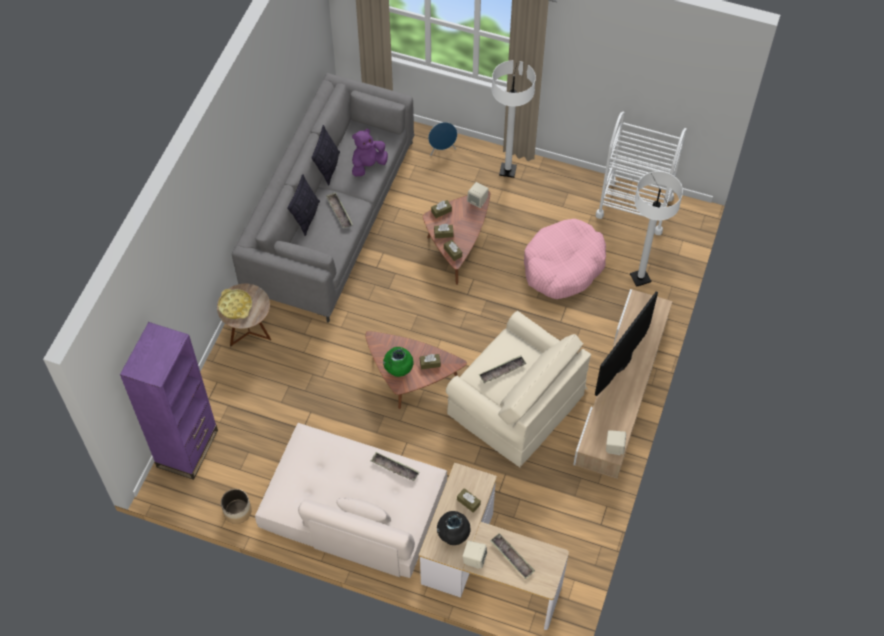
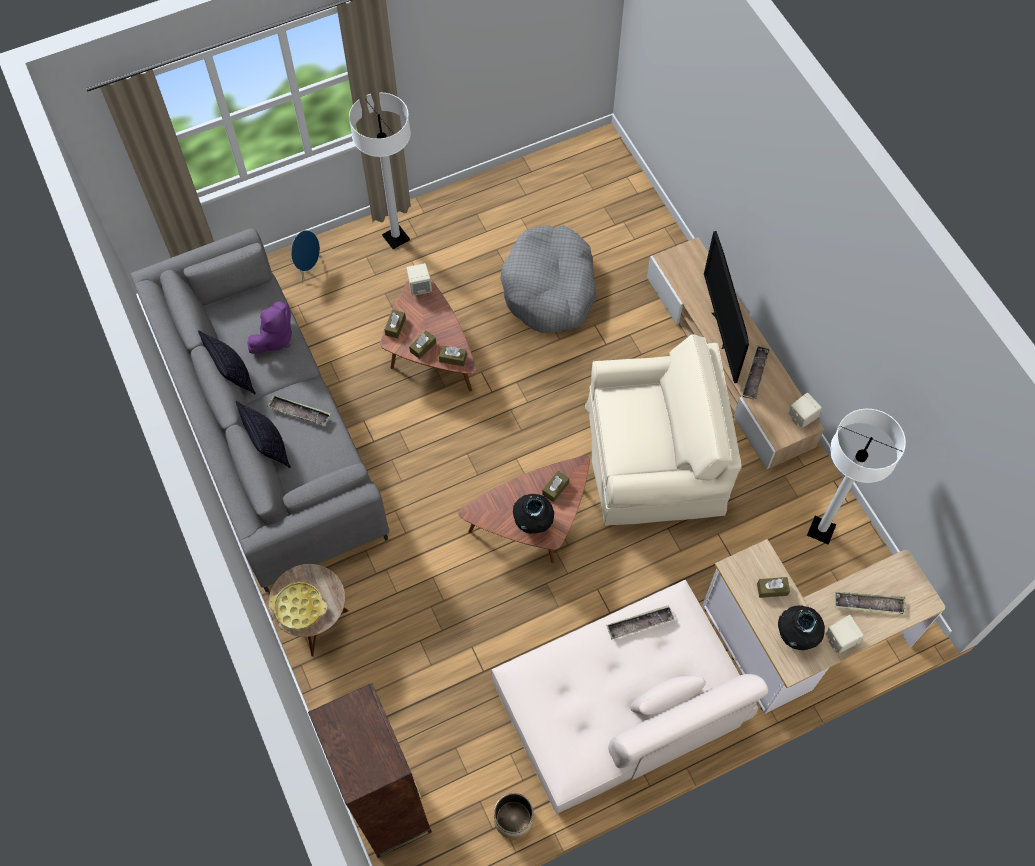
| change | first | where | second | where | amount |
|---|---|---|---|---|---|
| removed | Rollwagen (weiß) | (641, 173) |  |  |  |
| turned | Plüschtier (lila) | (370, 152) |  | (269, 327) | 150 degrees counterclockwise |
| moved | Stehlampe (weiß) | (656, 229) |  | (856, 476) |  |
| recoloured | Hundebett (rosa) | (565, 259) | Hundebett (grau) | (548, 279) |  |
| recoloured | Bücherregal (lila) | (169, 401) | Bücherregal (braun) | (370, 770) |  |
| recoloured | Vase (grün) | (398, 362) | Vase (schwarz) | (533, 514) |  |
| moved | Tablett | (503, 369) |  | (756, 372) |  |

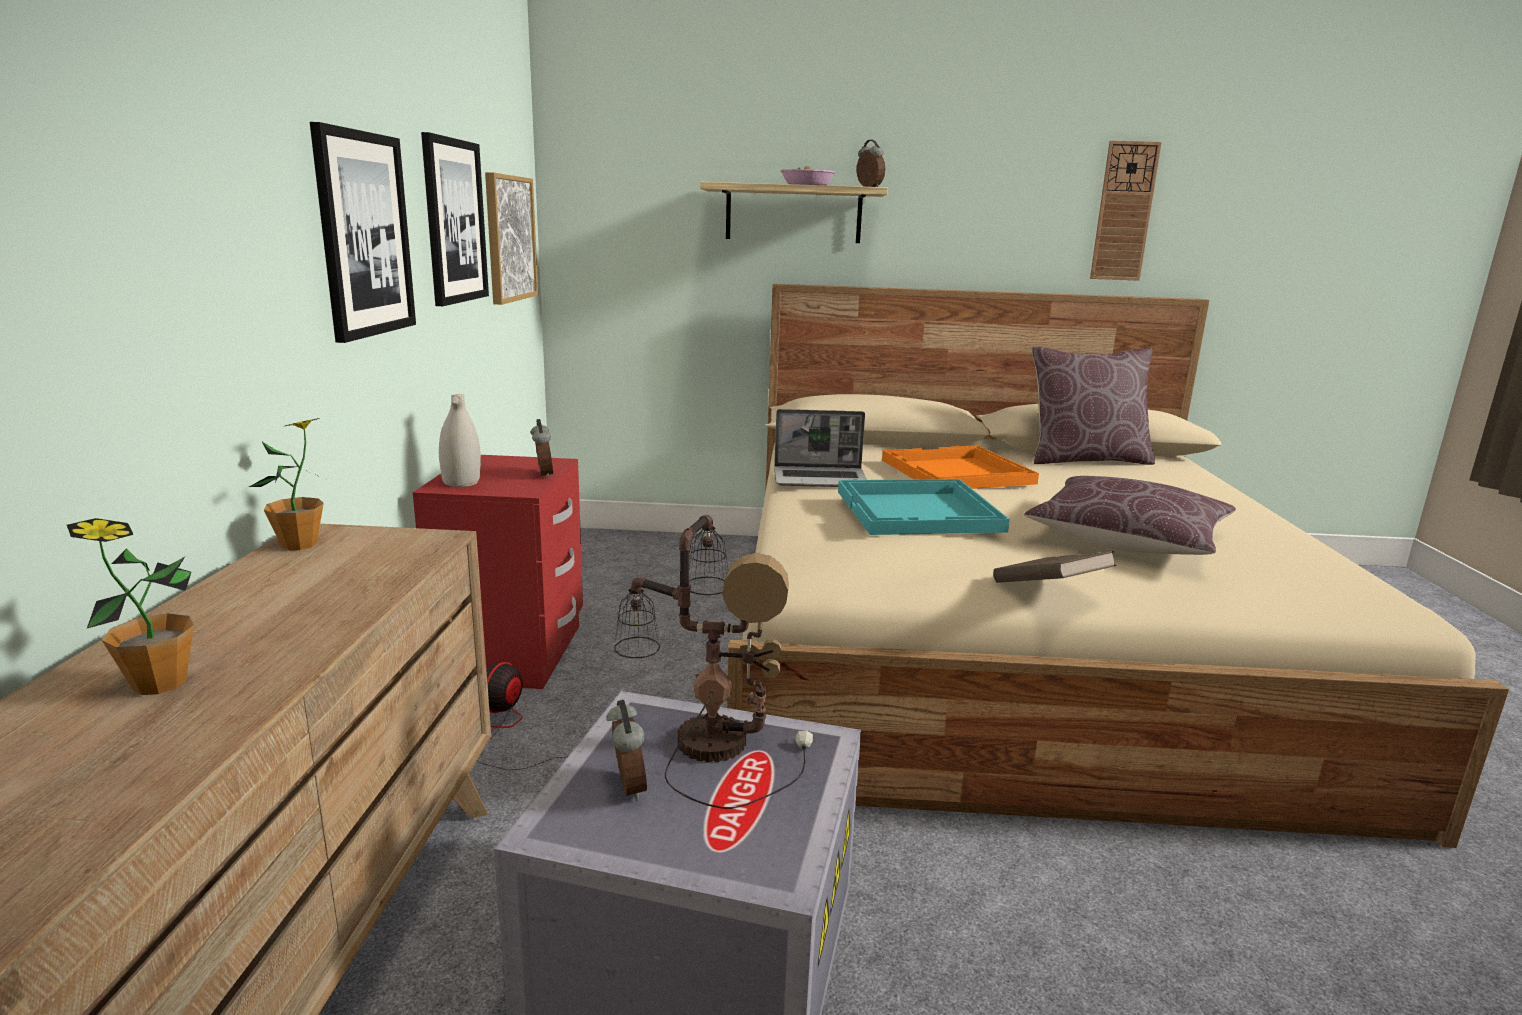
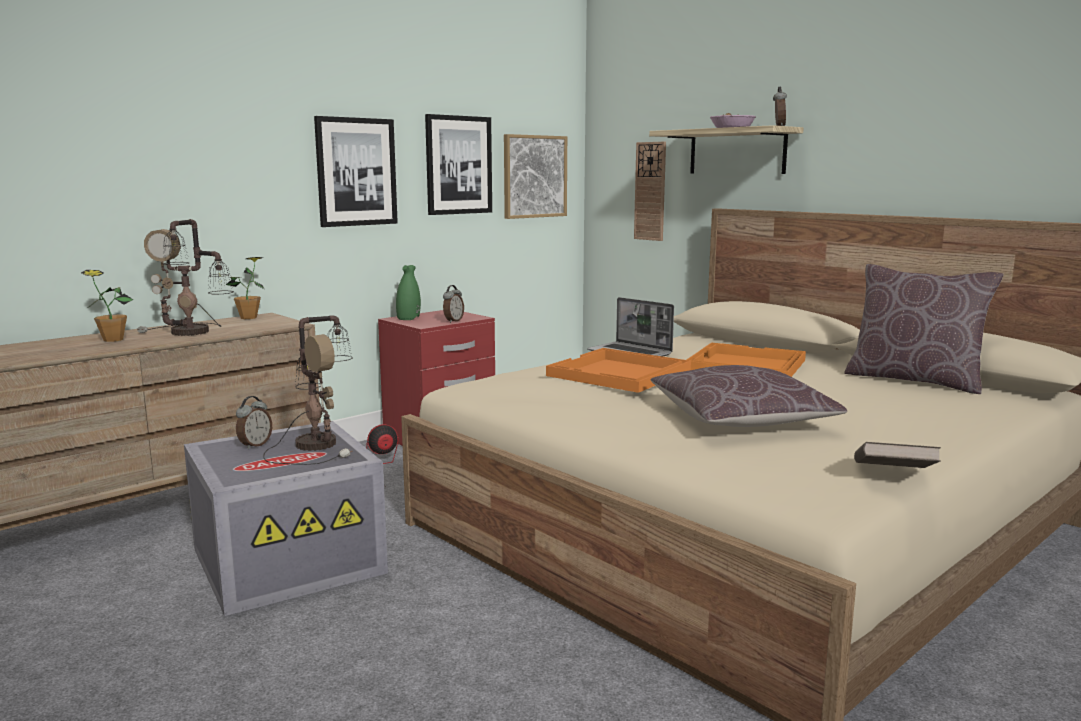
| change | first | where | second | where | amount |
|---|---|---|---|---|---|
| moved | Wanduhr | (1126, 211) |  | (650, 191) |  |
| recoloured | Vase (weiß) | (460, 440) | Vase (grün) | (408, 292) |  |
| recoloured | Tablett (türkis) | (924, 507) | Tablett (orange) | (618, 370) |  |
| moved | Buch (braun) | (1055, 567) |  | (897, 455) |  |
| added |  |  | Tischlampe | (185, 277) |  |

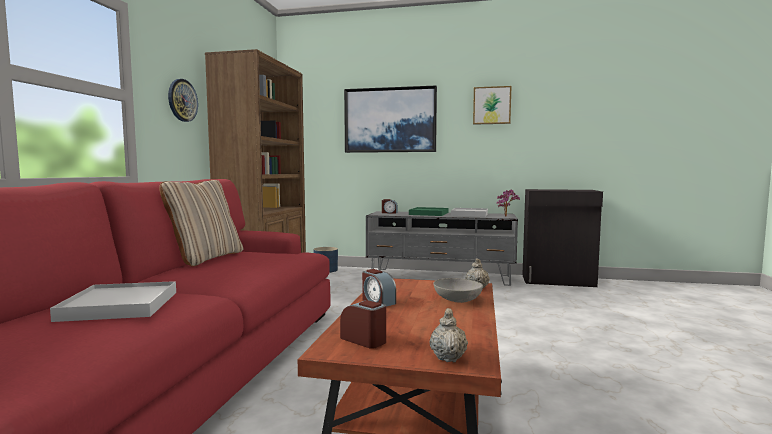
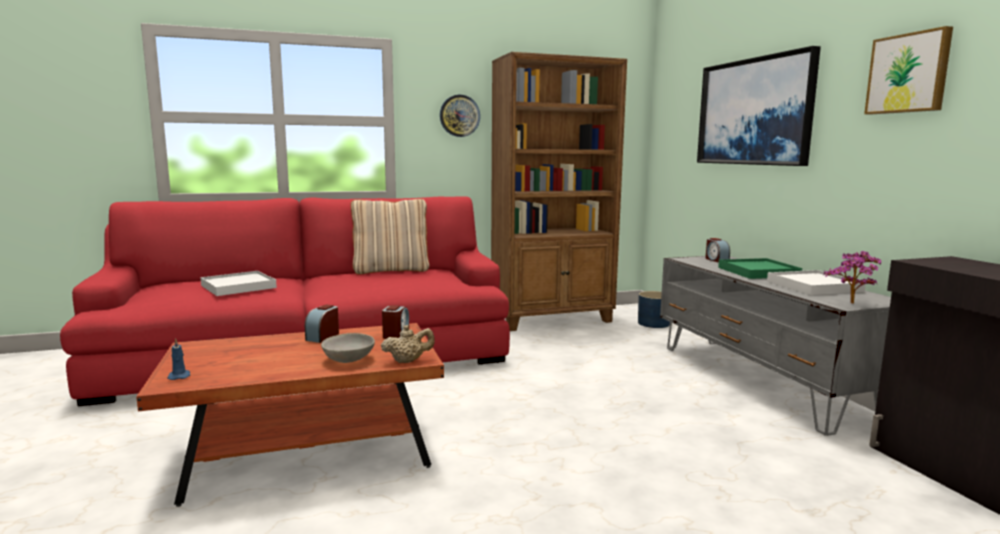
| change | first | where | second | where | amount |
|---|---|---|---|---|---|
| moved | Wecker | (363, 324) |  | (395, 322) |  |
| replaced | Teekanne (beige) | (449, 335) | Kerze (blau) | (178, 359) |  |

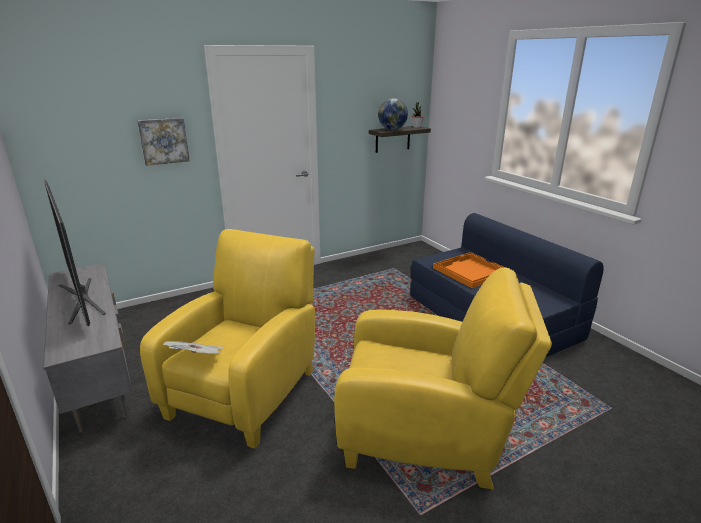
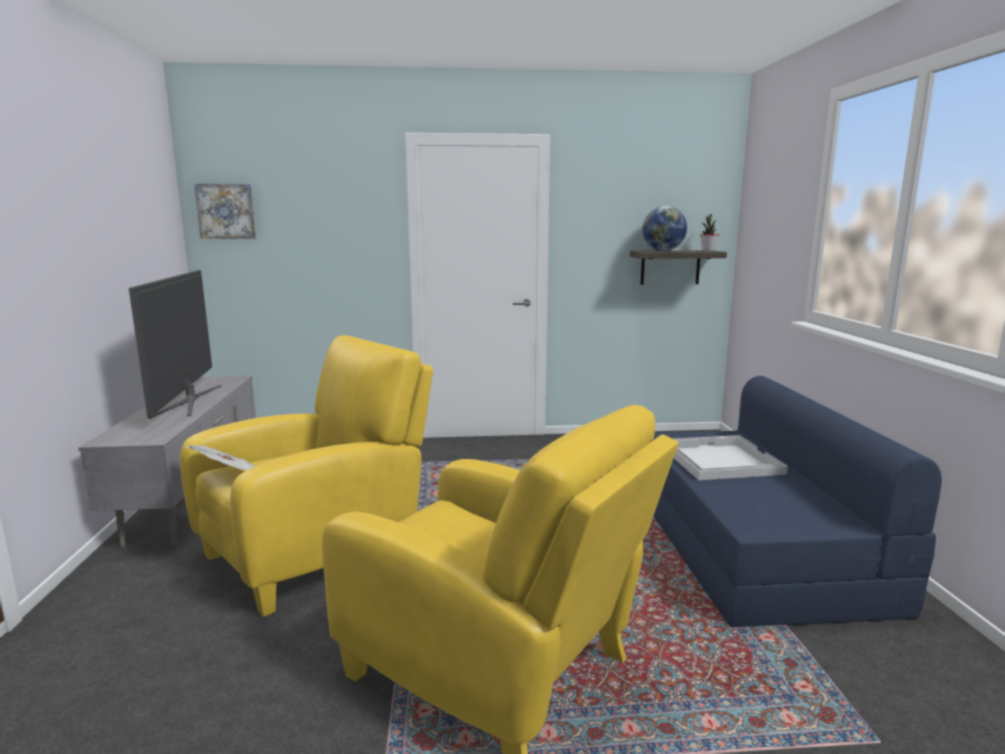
| change | first | where | second | where | amount |
|---|---|---|---|---|---|
| moved | Bild | (163, 142) |  | (225, 211) |  |
| recoloured | Tablett (orange) | (469, 270) | Tablett (weiß) | (731, 457) |  |

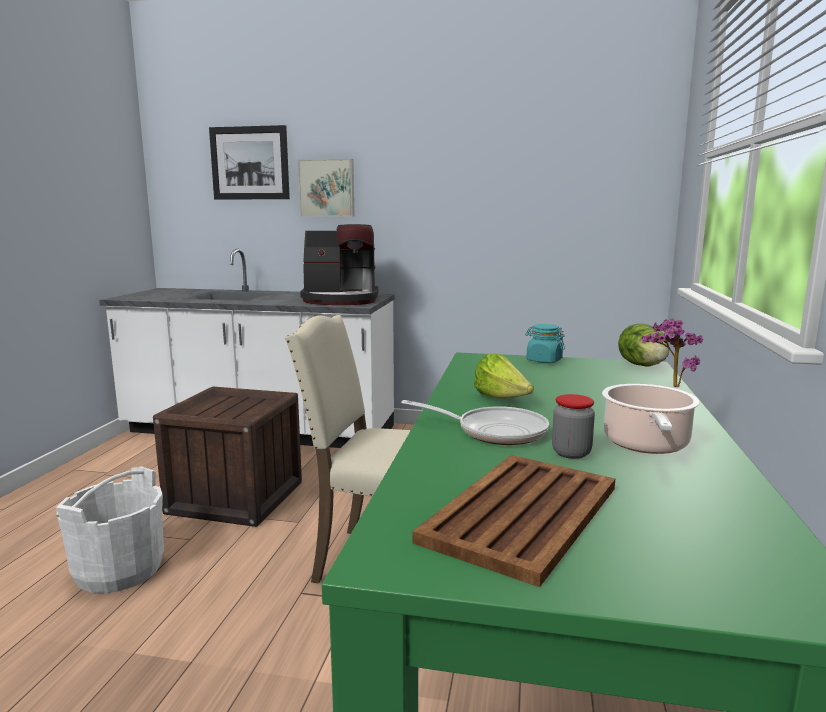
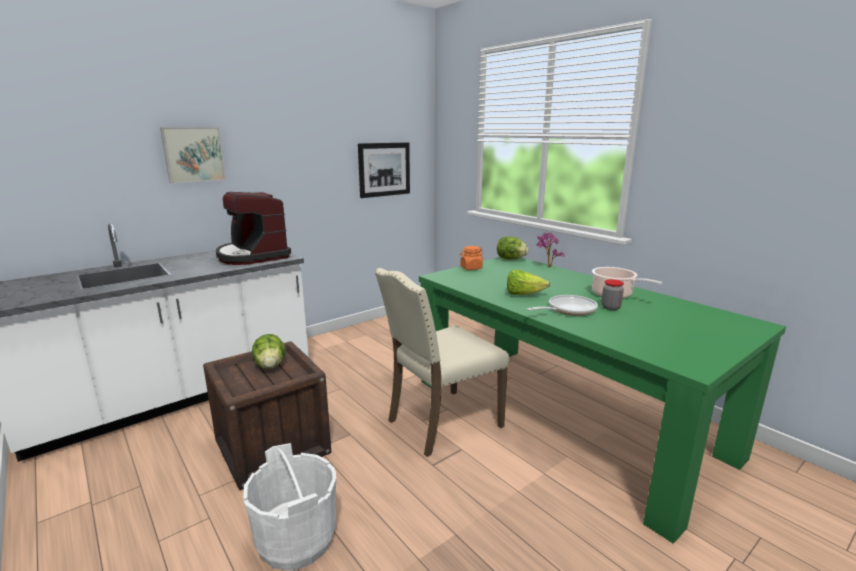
| change | first | where | second | where | amount |
|---|---|---|---|---|---|
| moved | Bild | (249, 162) |  | (384, 170) |  |
| turned | Kaffeemaschine | (339, 264) |  | (253, 228) | 105 degrees clockwise |
| recoloured | Vorratsglas (türkis) | (545, 343) | Vorratsglas (orange) | (471, 258) |  |
| removed | Tablett (braun) | (513, 521) |  |  |  |
| added |  |  | Salatkopf | (268, 351) |  |

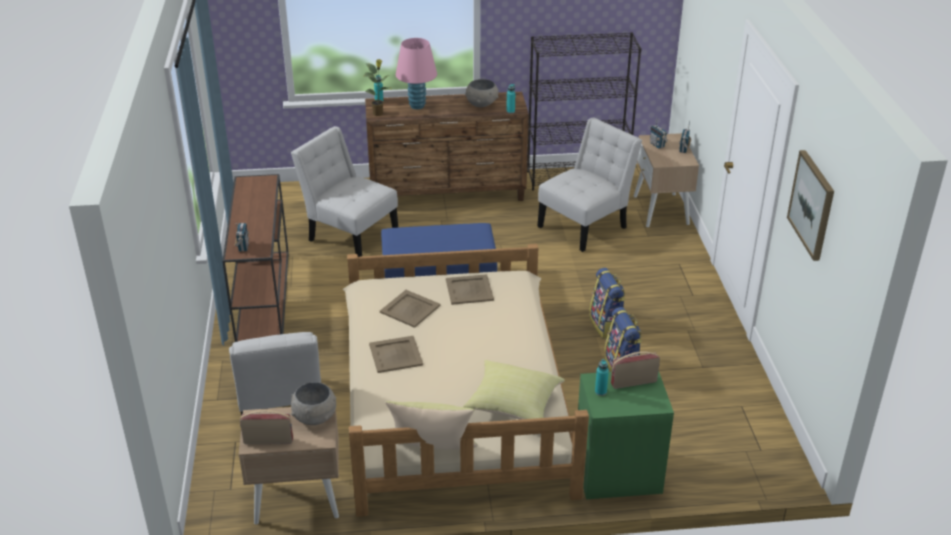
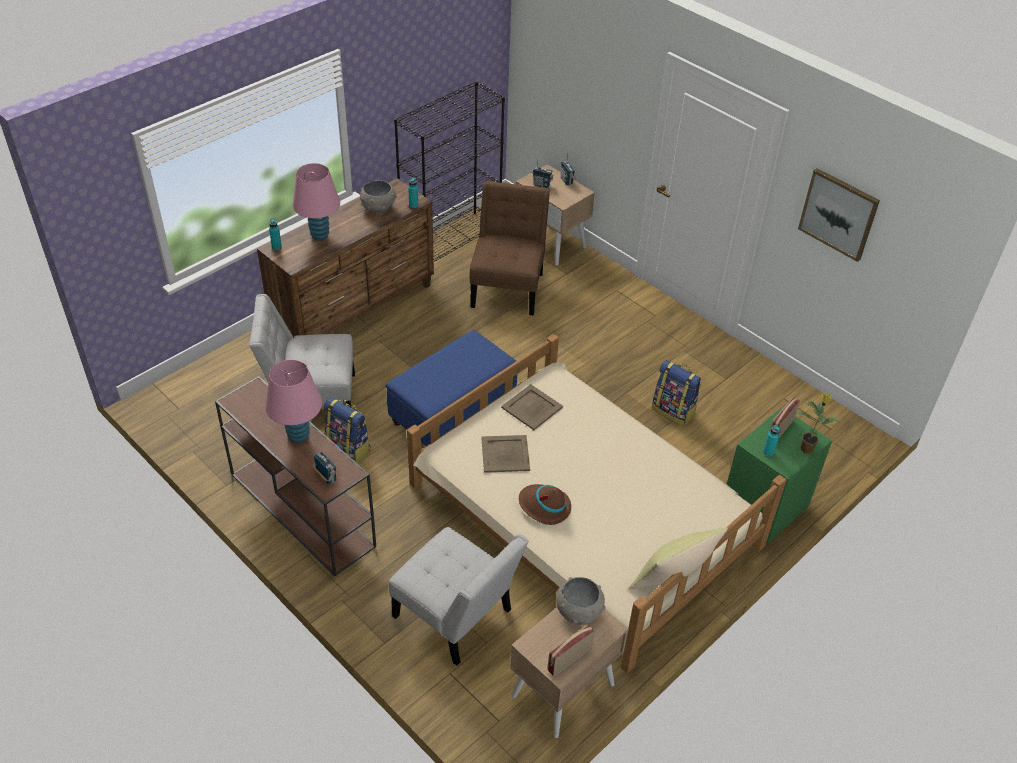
| change | first | where | second | where | amount |
|---|---|---|---|---|---|
| moved | Topfpflanze | (377, 87) |  | (819, 423) |  |
| recoloured | Stuhl (weiß) | (589, 184) | Stuhl (braun) | (510, 248) |  |
| moved | Rucksack | (607, 303) |  | (347, 430) |  |
| replaced | Tablett (beige) | (396, 354) | Hut (braun) | (545, 504) |  |
| removed | Kissen (gelb) | (514, 390) |  |  |  |
| added |  |  | Tischlampe (rosa) | (293, 401) |  |

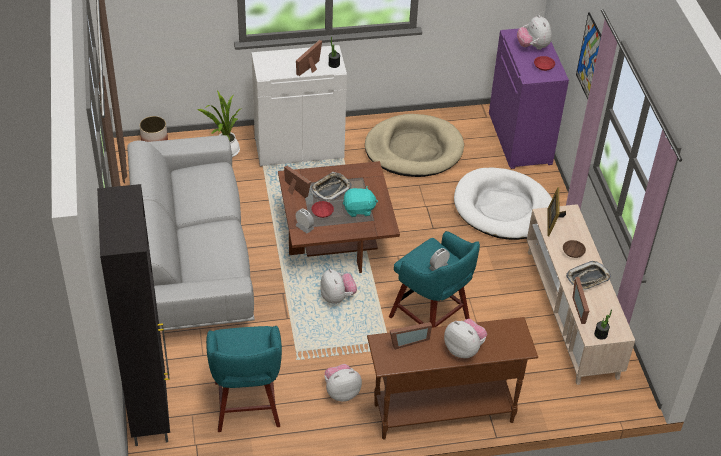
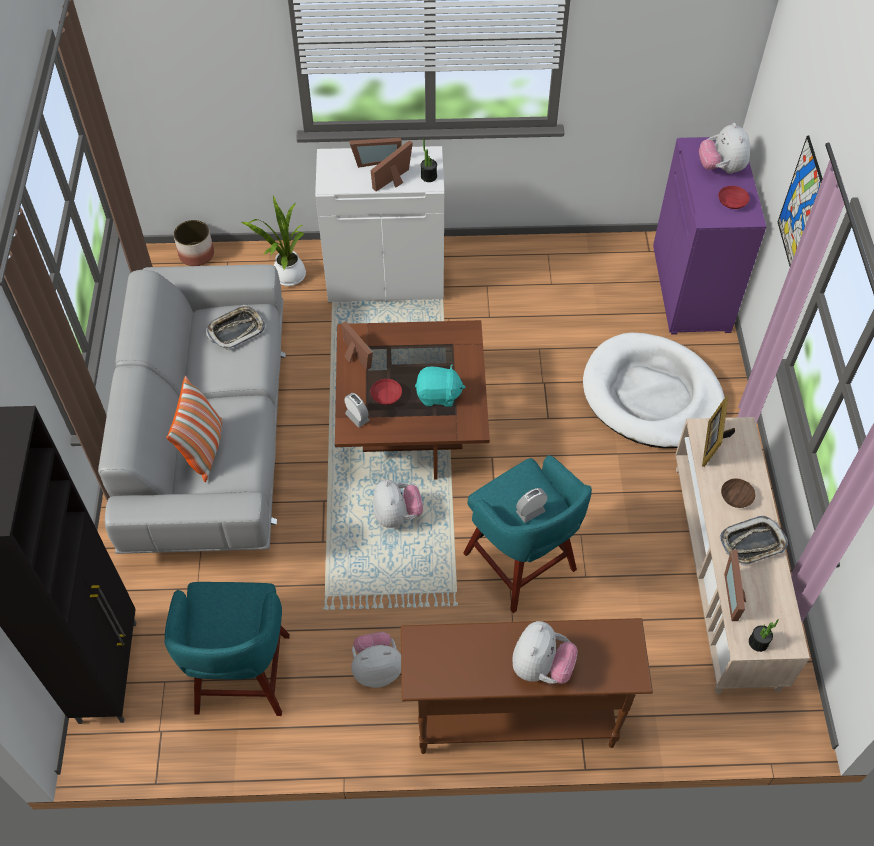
| change | first | where | second | where | amount |
|---|---|---|---|---|---|
| removed | Hundebett (beige) | (414, 145) |  |  |  |
| moved | Tablett | (331, 186) |  | (235, 327) |  |
| turned | Plüschtier | (465, 338) |  | (545, 652) | 60 degrees clockwise |
| moved | Bilderrahmen | (411, 336) |  | (375, 153) |  |
| added |  |  | Kissen | (194, 429) |  |

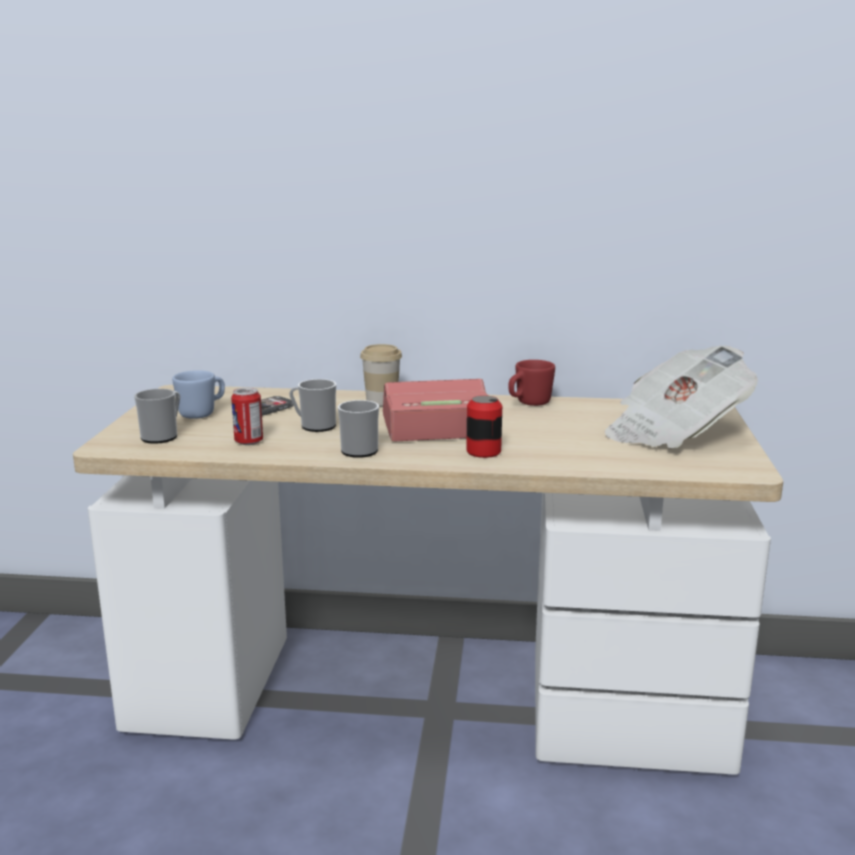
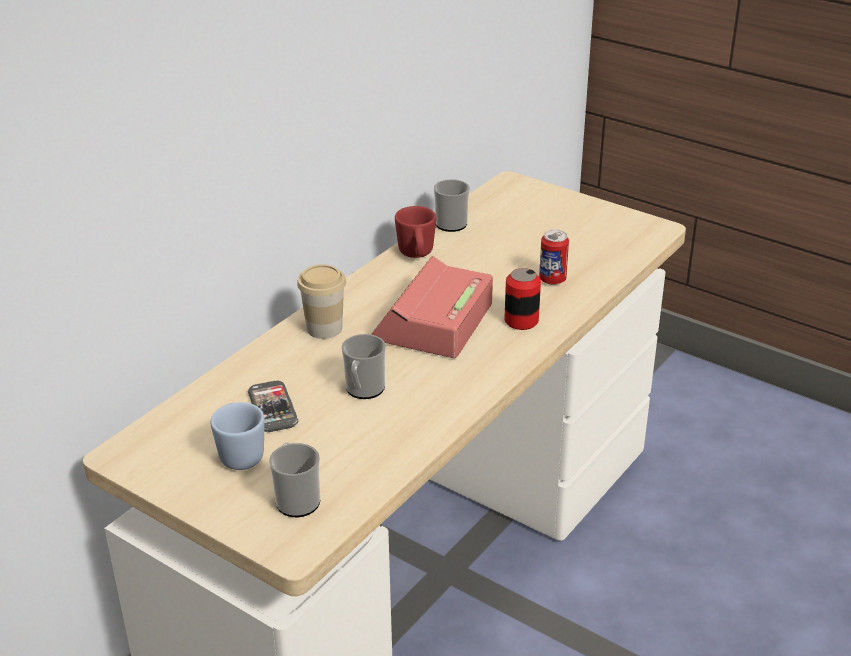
| change | first | where | second | where | amount |
|---|---|---|---|---|---|
| removed | Zeitung | (681, 397) |  |  |  |
| moved | Dose | (247, 416) |  | (554, 257) |  |
| moved | Henkelbecher | (358, 429) |  | (452, 205) |  |

